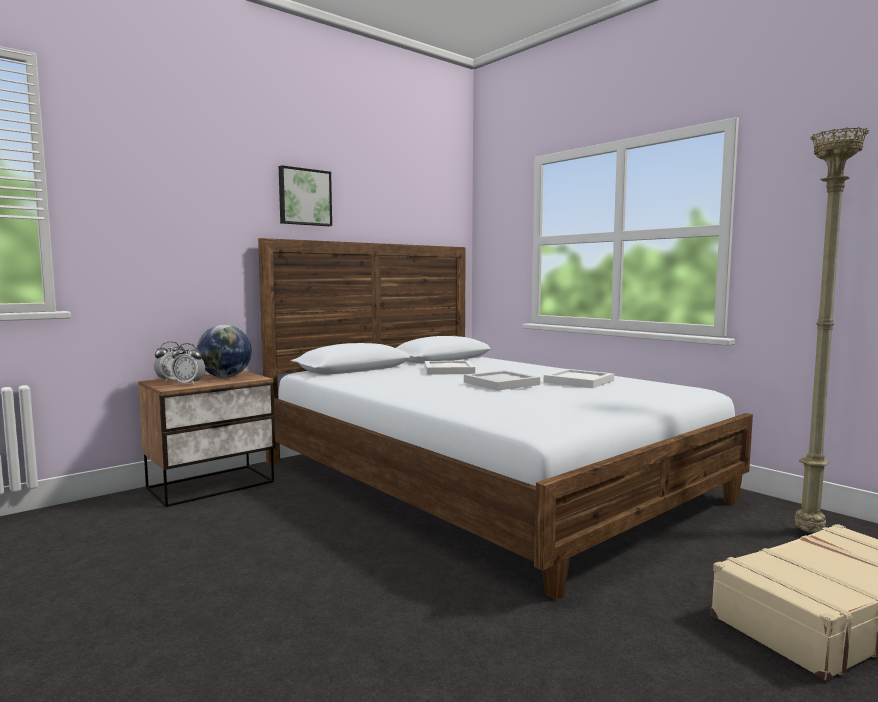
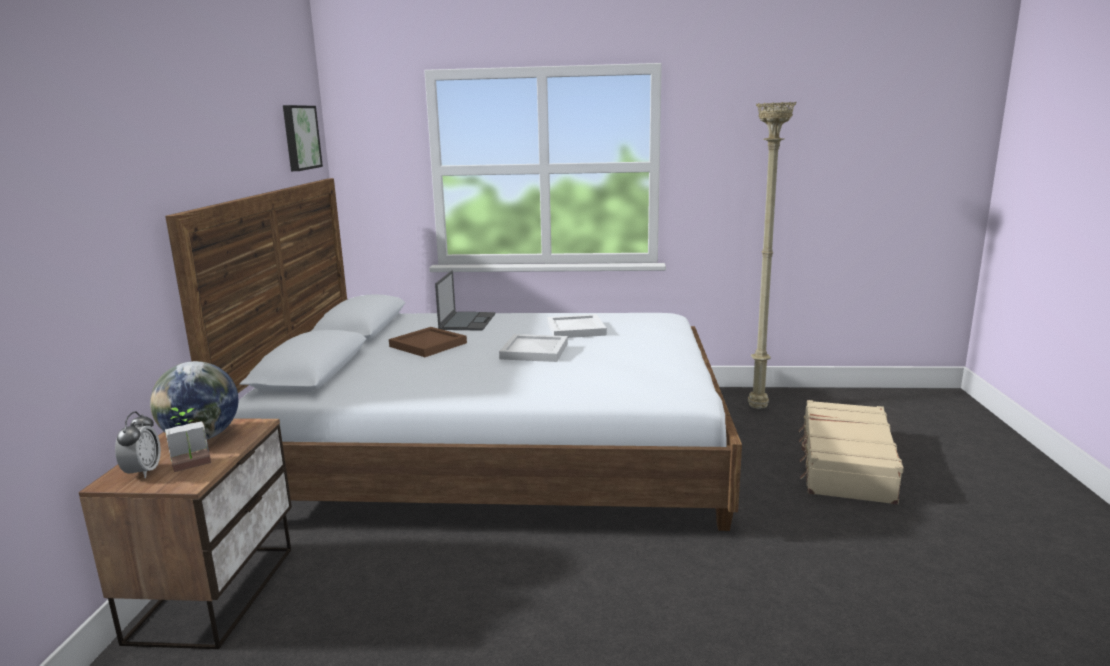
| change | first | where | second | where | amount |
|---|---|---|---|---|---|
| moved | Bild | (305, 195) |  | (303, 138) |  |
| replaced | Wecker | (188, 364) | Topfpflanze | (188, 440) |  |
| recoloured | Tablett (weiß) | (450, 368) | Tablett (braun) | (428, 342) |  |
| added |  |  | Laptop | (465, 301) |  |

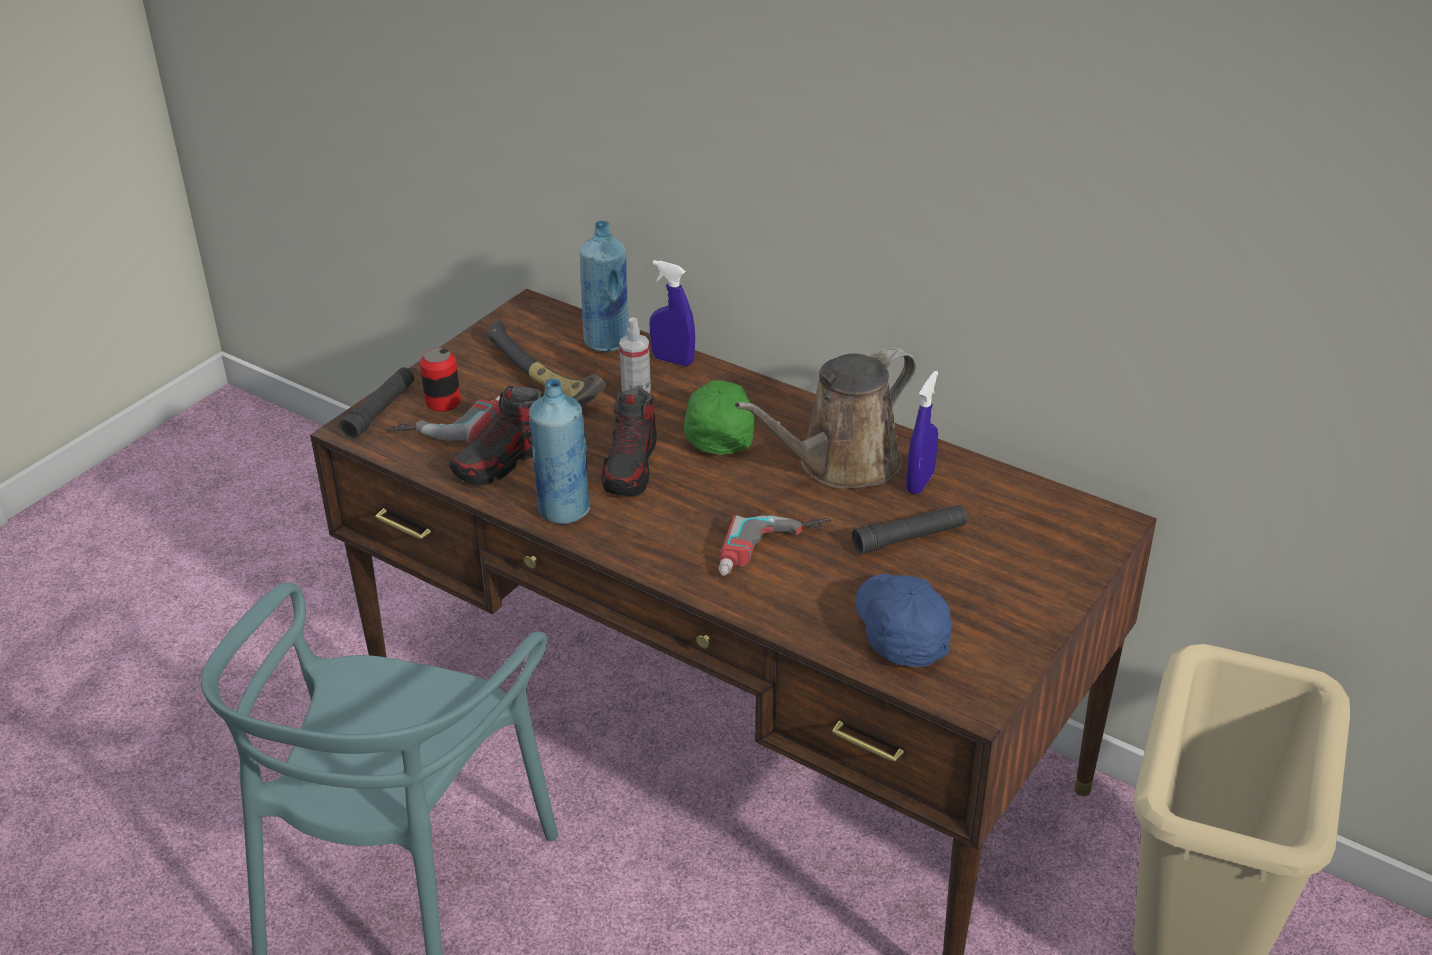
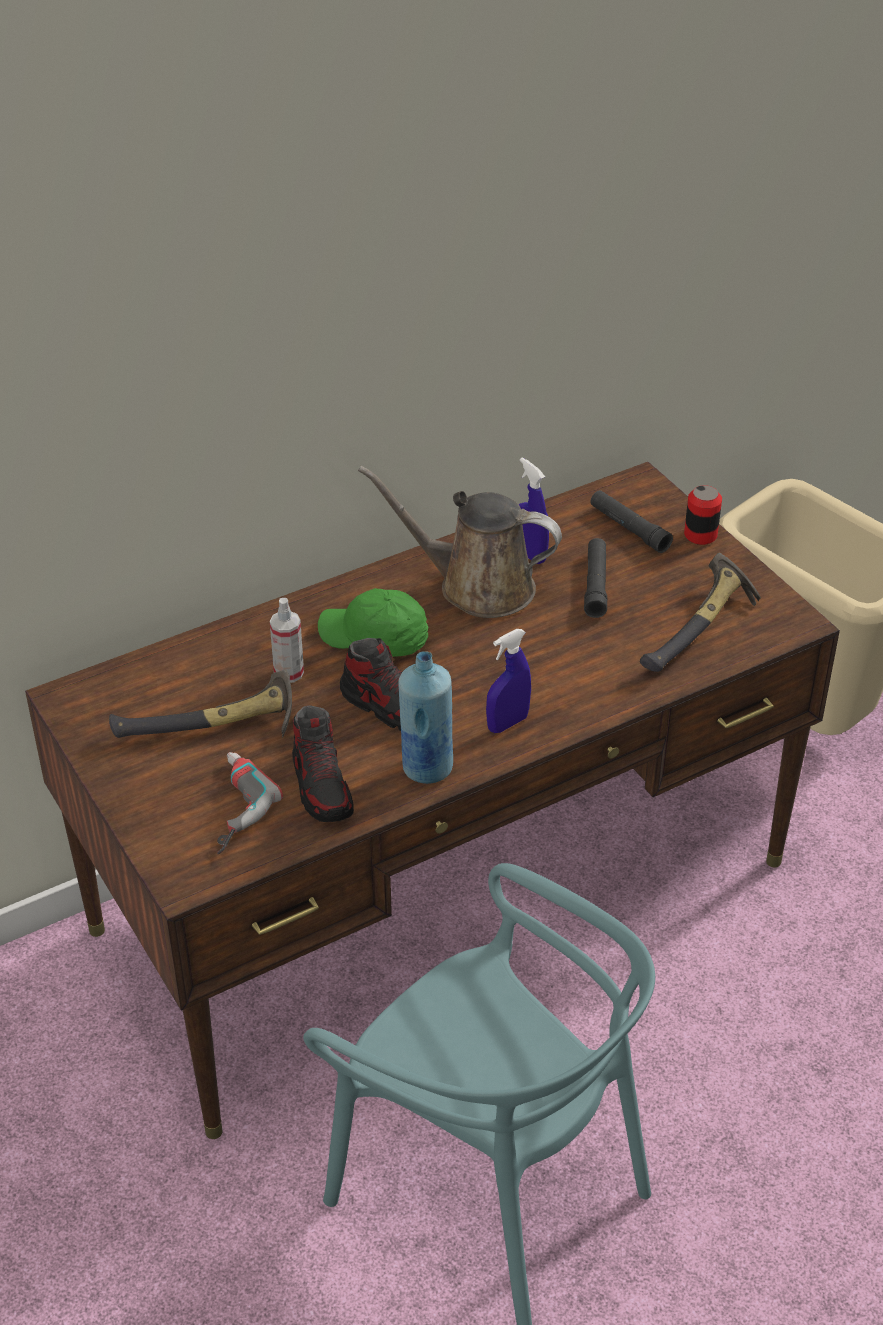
| change | first | where | second | where | amount |
|---|---|---|---|---|---|
| removed | Flasche (blau) | (604, 286) |  |  |  |
| moved | Sprühflasche (blau) | (672, 313) |  | (508, 681) |  |
| turned | Gießkanne (braun) | (825, 418) |  | (460, 542) | 120 degrees clockwise |
| moved | Dose | (440, 380) |  | (703, 515) |  |
| moved | Taschenlampe (schwarz) | (376, 403) |  | (631, 521) |  |
| removed | Bohrmaschine | (775, 545) |  |  |  |
| replaced | Kappe (blau) | (903, 620) | Hammer | (700, 612) |  |

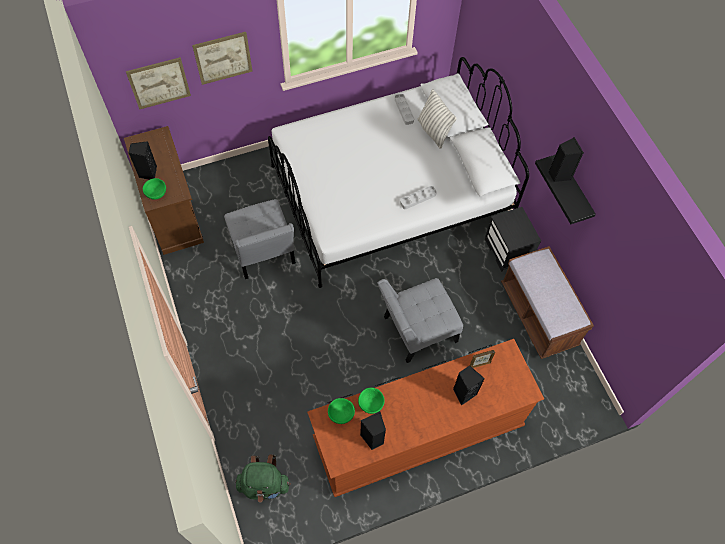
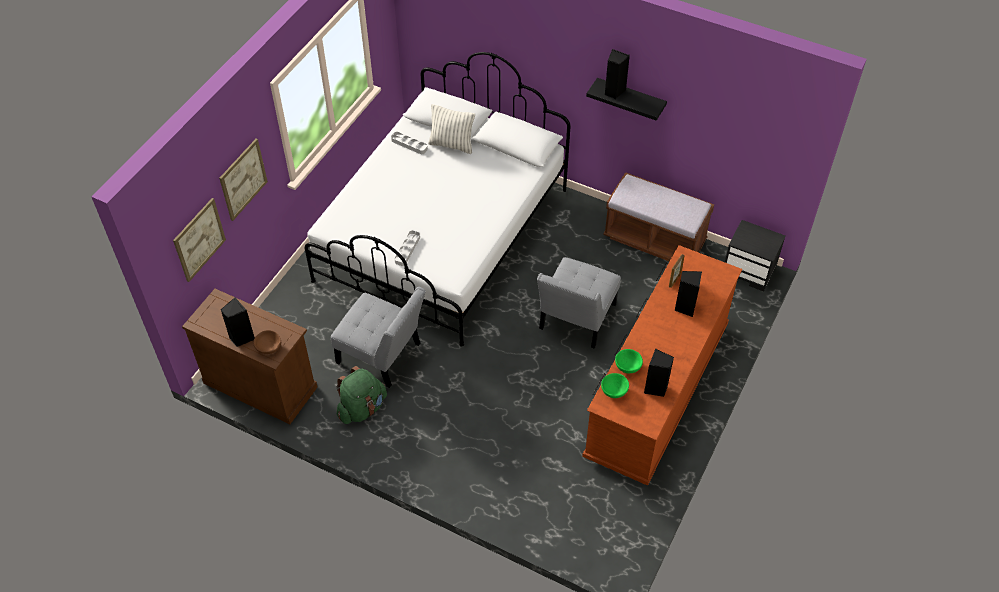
| change | first | where | second | where | amount |
|---|---|---|---|---|---|
| recoloured | Schüssel (grün) | (154, 188) | Schüssel (braun) | (267, 342) |  |
| moved | Tablett (grau) | (418, 197) |  | (407, 248) |  |
| moved | Nachttisch (schwarz) | (513, 239) |  | (755, 256) |  |
| moved | Rucksack (grün) | (263, 478) |  | (361, 395) |  |

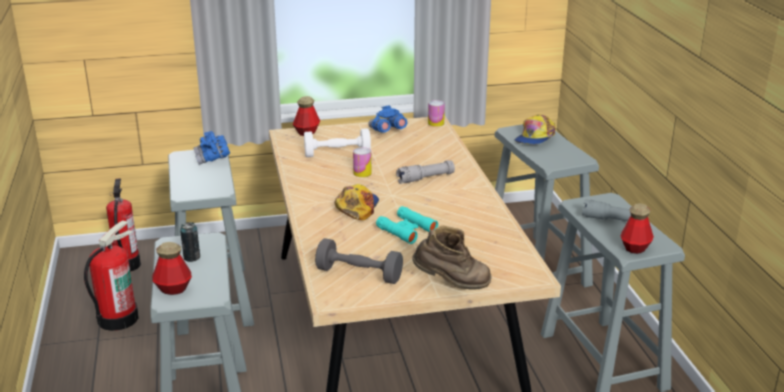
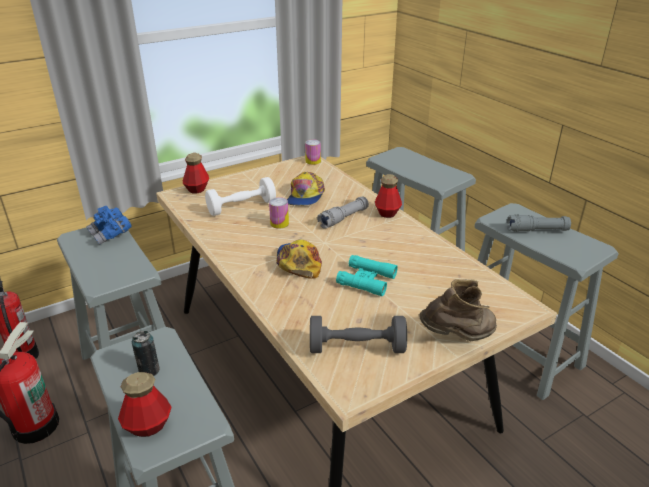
| change | first | where | second | where | amount |
|---|---|---|---|---|---|
| removed | Fernglas (blau) | (387, 119) |  |  |  |
| moved | Kappe | (535, 129) |  | (306, 189) |  |
| moved | Flasche | (637, 228) |  | (388, 196) |  |

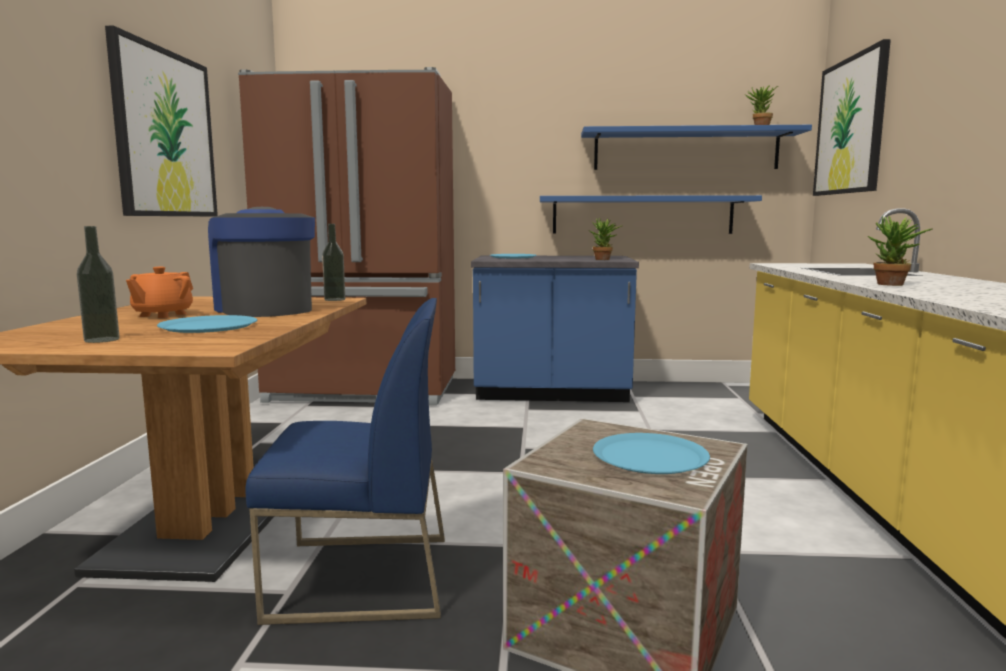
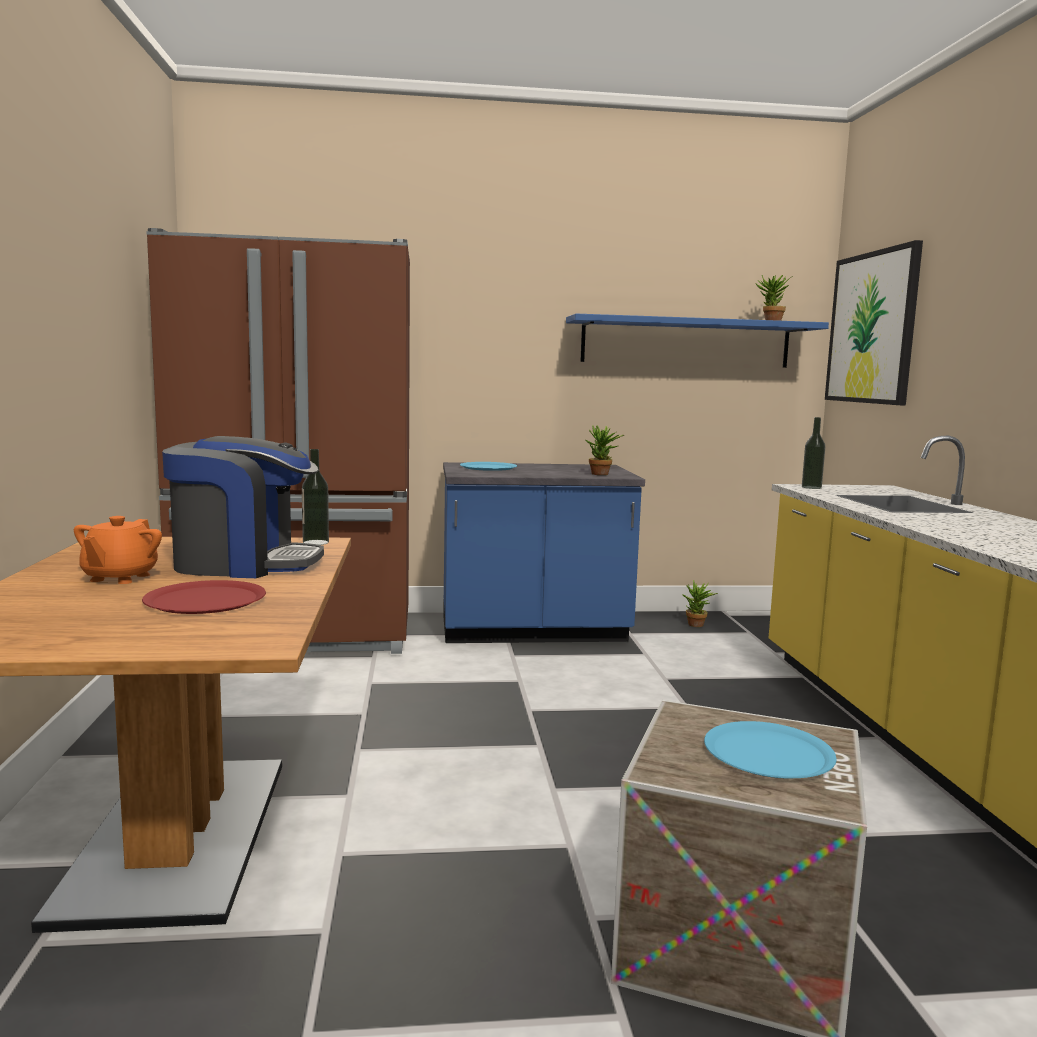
| change | first | where | second | where | amount |
|---|---|---|---|---|---|
| removed | Bild | (161, 121) |  |  |  |
| removed | Wandregal (blau) | (651, 214) |  |  |  |
| turned | Kaffeemaschine | (261, 262) |  | (243, 507) | 135 degrees clockwise |
| moved | Topfpflanze | (900, 250) |  | (700, 603) |  |
| moved | Flasche | (98, 284) |  | (813, 453) |  |
| removed | Stuhl (blau) | (345, 461) |  |  |  |
| recoloured | Teller (blau) | (207, 324) | Teller (rot) | (204, 597) |  |

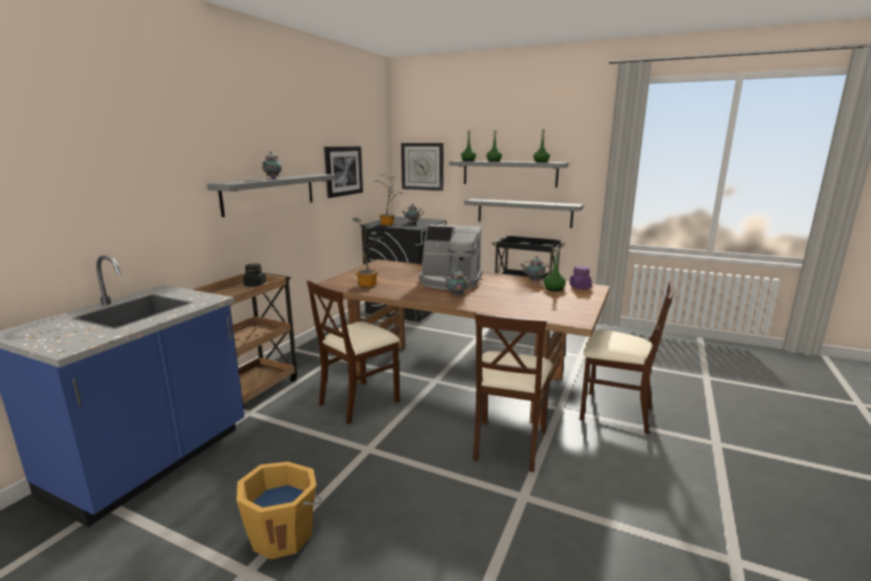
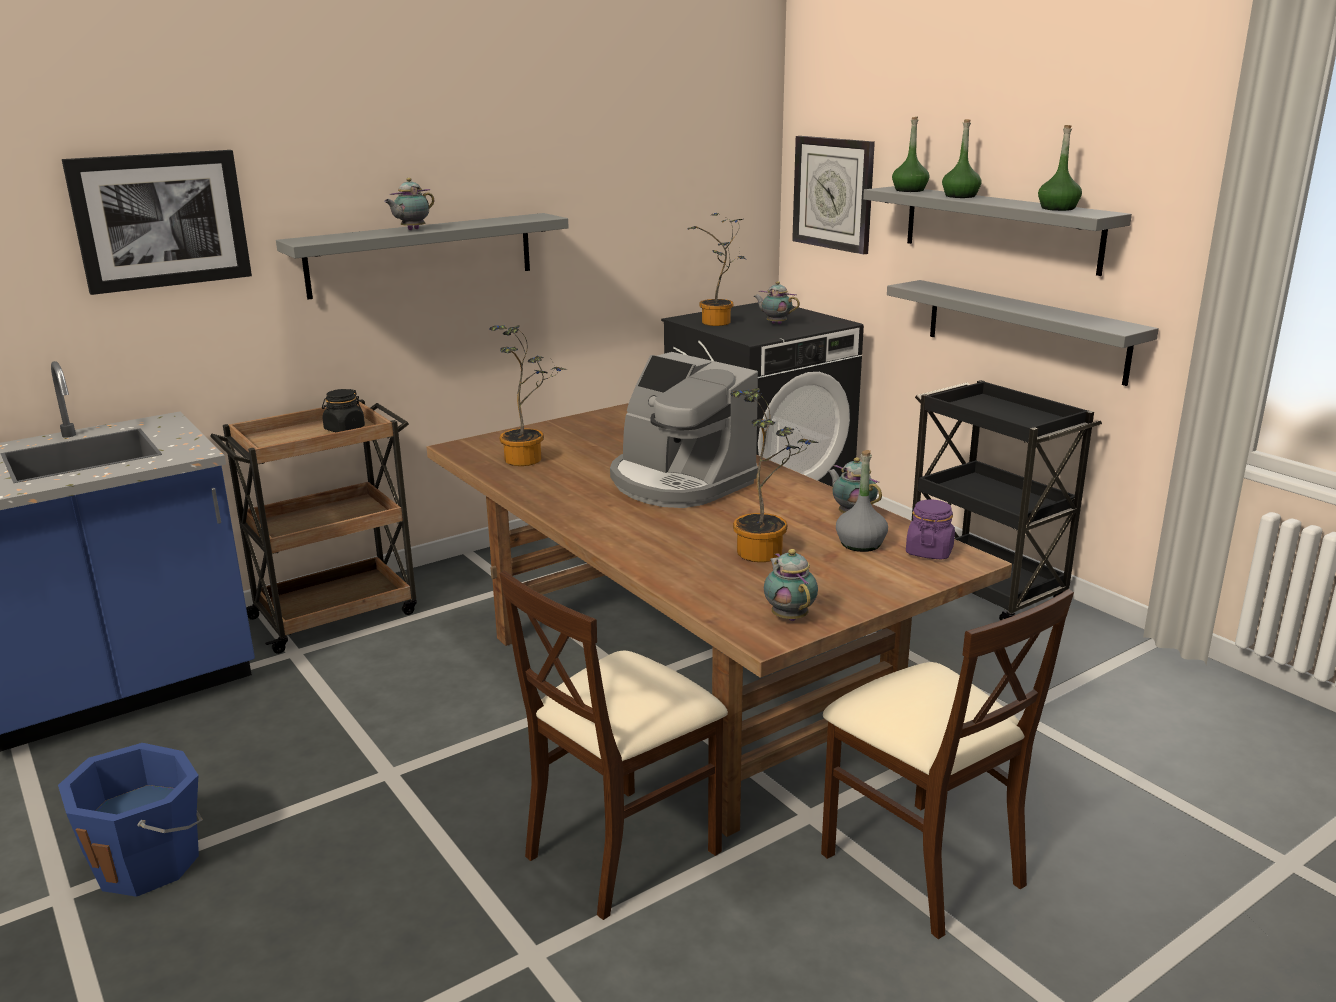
| change | first | where | second | where | amount |
|---|---|---|---|---|---|
| moved | Bild | (343, 172) |  | (157, 222) |  |
| recoloured | Flasche (grün) | (554, 269) | Flasche (grau) | (862, 501) |  |
| moved | Teekanne | (457, 282) |  | (791, 585) |  |
| removed | Stuhl (beige) | (353, 352) |  |  |  |
| recoloured | Eimer (orange) | (279, 510) | Eimer (blau) | (130, 820) |  |
| added |  |  | Topfpflanze | (774, 475) |  |

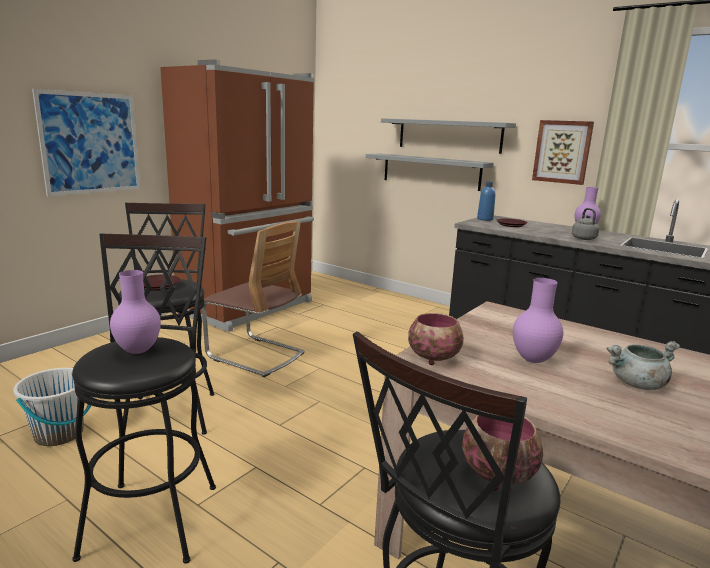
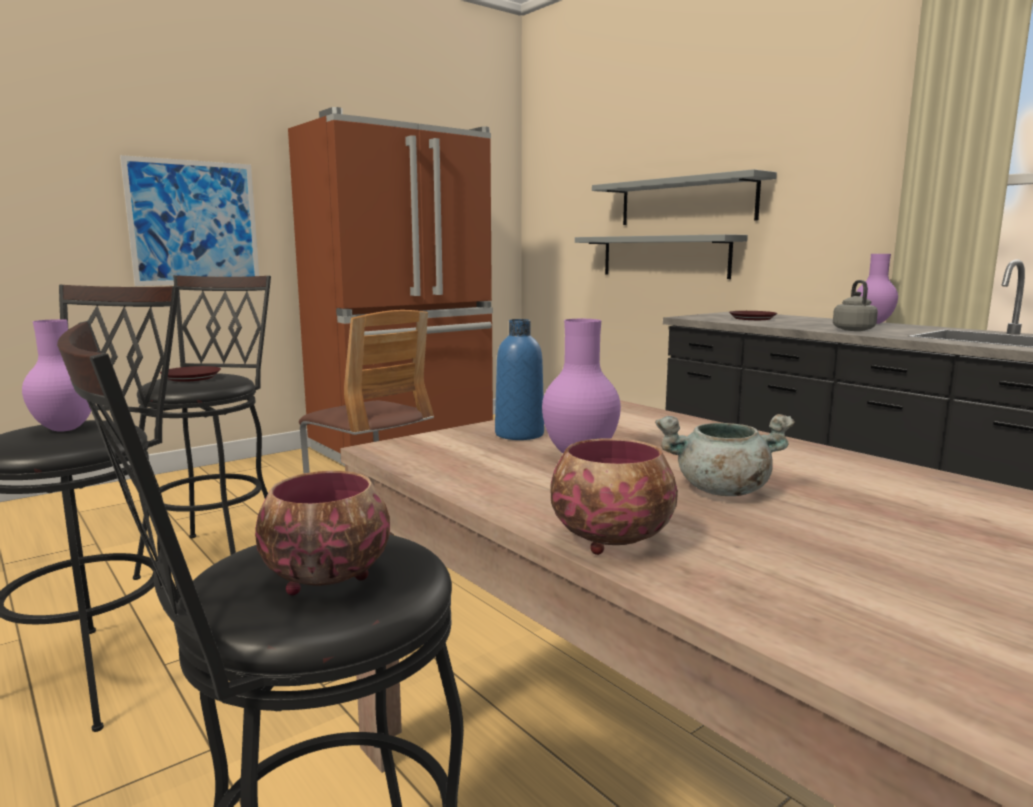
| change | first | where | second | where | amount |
|---|---|---|---|---|---|
| removed | Bild | (563, 152) |  |  |  |
| moved | Flasche (blau) | (486, 201) |  | (519, 379) |  |
| moved | Schüssel | (436, 339) |  | (614, 496) |  |
| removed | Eimer (weiß) | (53, 407) |  |  |  |

